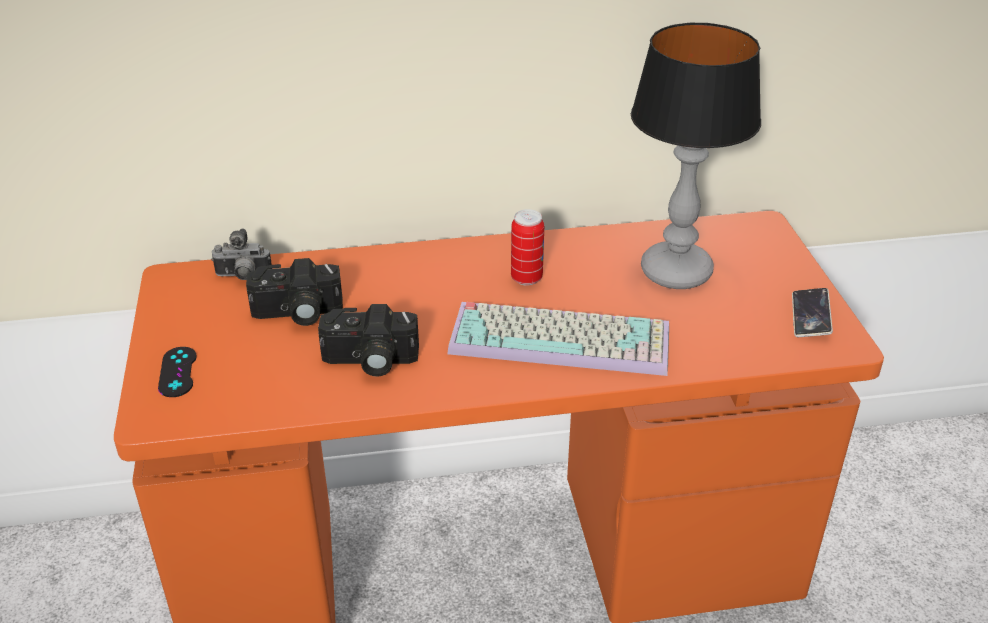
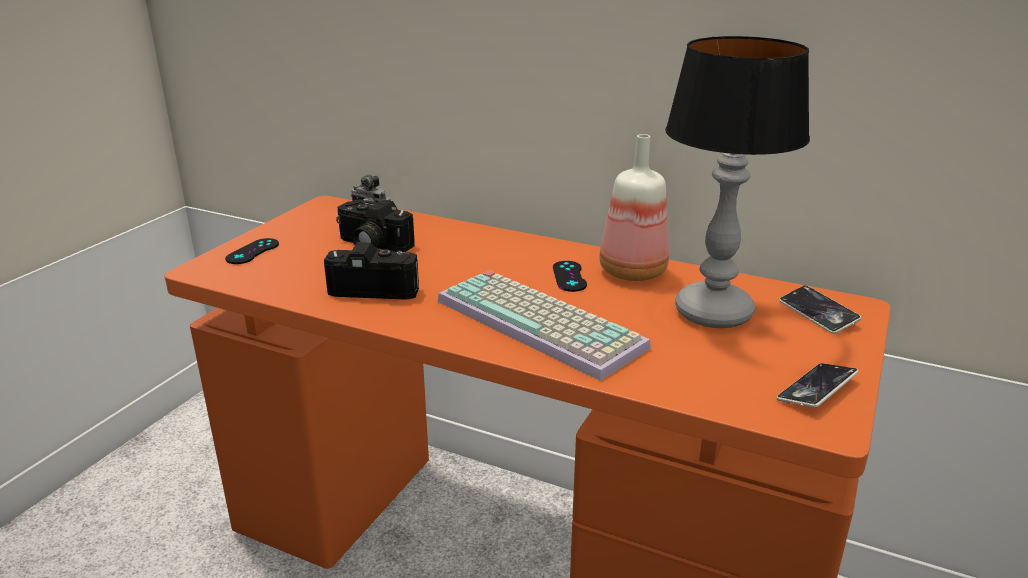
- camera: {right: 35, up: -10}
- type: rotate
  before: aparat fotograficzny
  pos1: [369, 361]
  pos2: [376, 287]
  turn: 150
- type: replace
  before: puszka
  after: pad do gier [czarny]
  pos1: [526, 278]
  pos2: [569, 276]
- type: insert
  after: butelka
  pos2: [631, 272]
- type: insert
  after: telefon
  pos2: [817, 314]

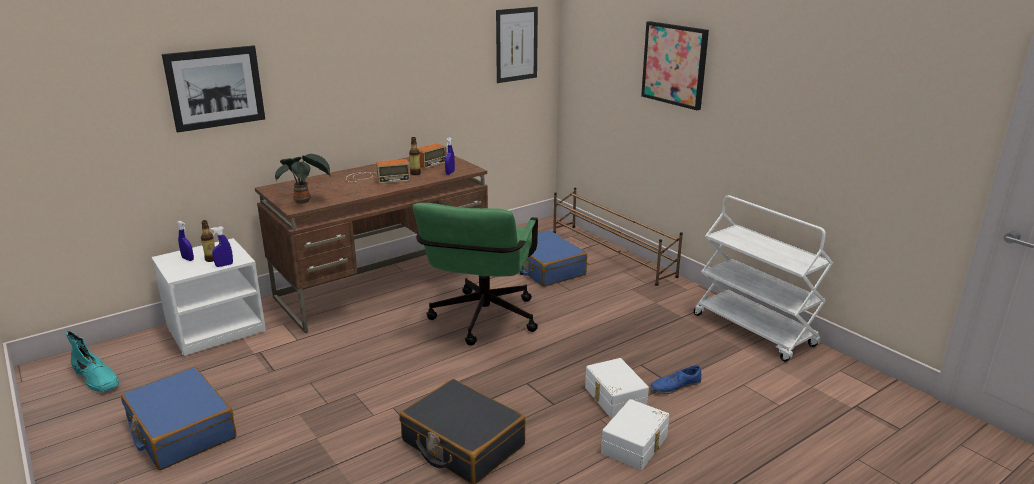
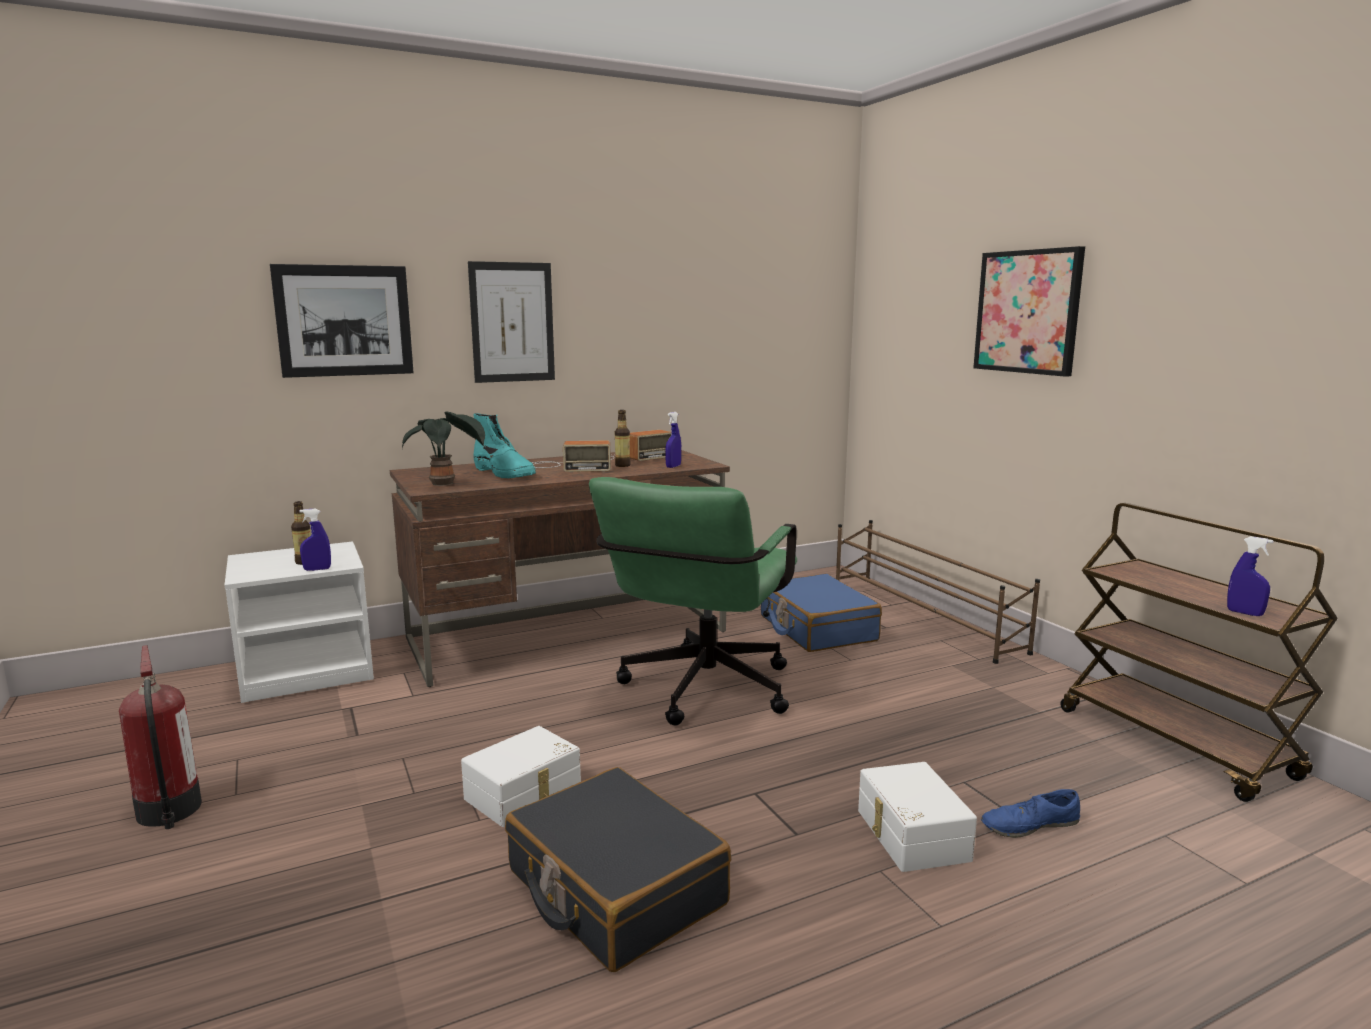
- camera: {right: 10, up: -10}
- type: move
  before: but z cholewką [turkusowy]
  pos1: [97, 379]
  pos2: [505, 473]
- type: replace
  before: walizka [niebieski]
  after: gaśnica
  pos1: [181, 430]
  pos2: [169, 811]
- type: move
  before: spryskiwacz [niebieski]
  pos1: [188, 259]
  pos2: [1244, 613]
- type: move
  before: obraz
  pos1: [516, 44]
  pos2: [512, 322]
- type: move
  before: pojemnik do przechowywania [biały]
  pos1: [636, 445]
  pos2: [525, 794]
- type: recolor
  before: wózek [biały]
  after: wózek [brązowy]
  pos1: [754, 330]
  pos2: [1176, 744]

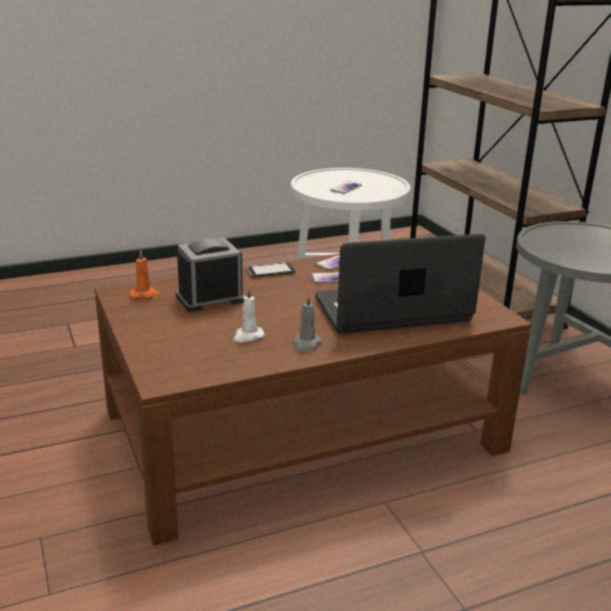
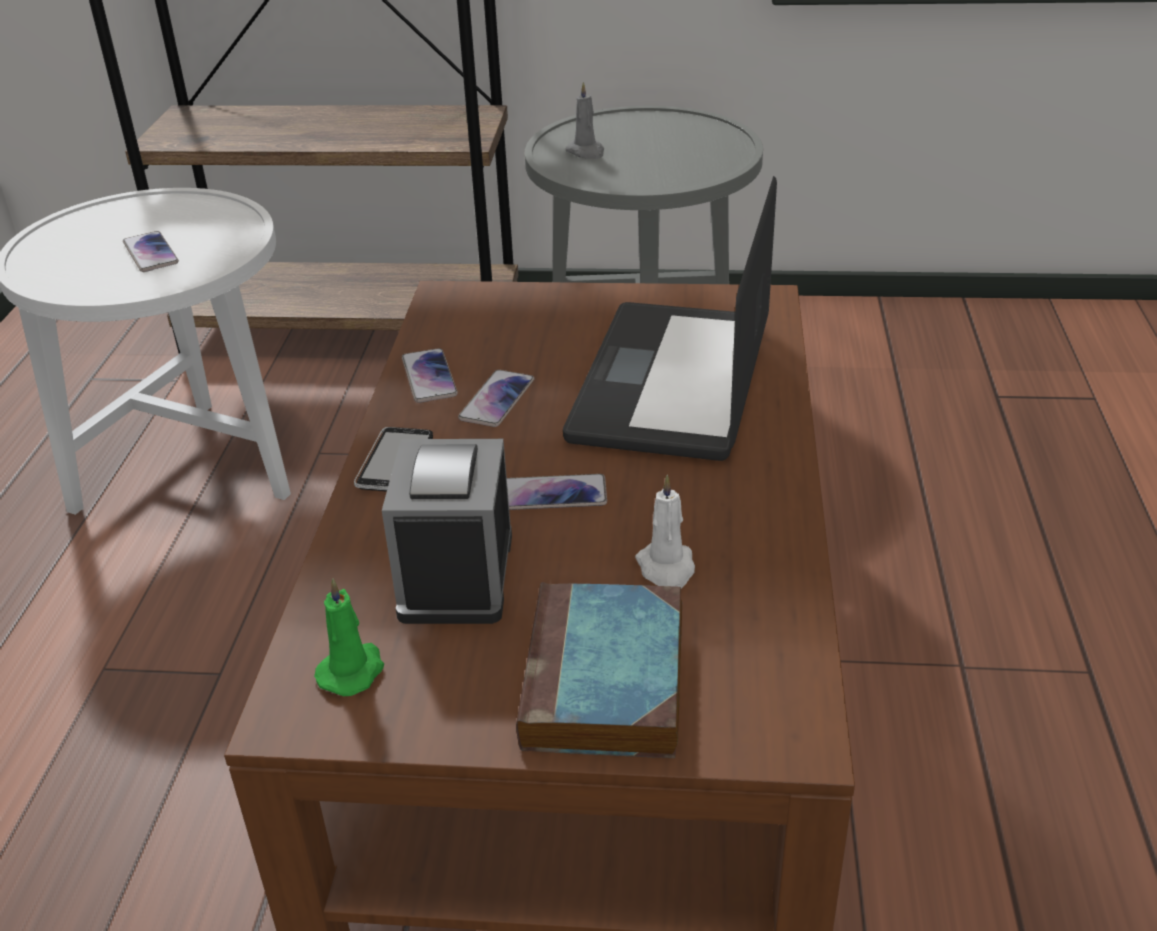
- camera: {right: -60, up: 10}
- type: recolor
  before: świeca [pomarańczowy]
  after: świeca [zielony]
  pos1: [145, 294]
  pos2: [353, 670]
- type: move
  before: świeca [szary]
  pos1: [306, 344]
  pos2: [586, 152]
- type: insert
  after: telefon
  pos2: [553, 494]
- type: insert
  after: książka
  pos2: [606, 683]

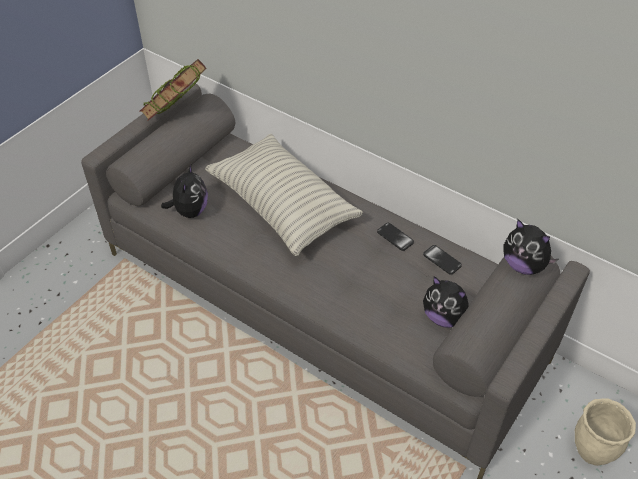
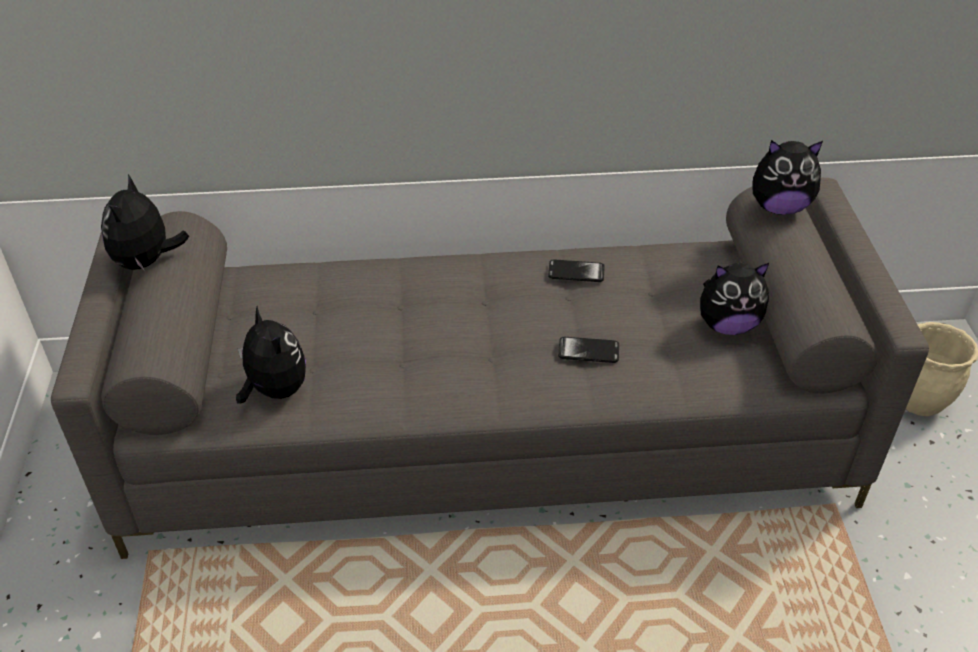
- camera: {right: -40, up: -5}
- type: replace
  before: książka
  after: pluszak
  pos1: [177, 114]
  pos2: [147, 262]
- type: delete
  before: poduszka
  pos1: [282, 206]
- type: move
  before: telefon
  pos1: [442, 260]
  pos2: [588, 351]

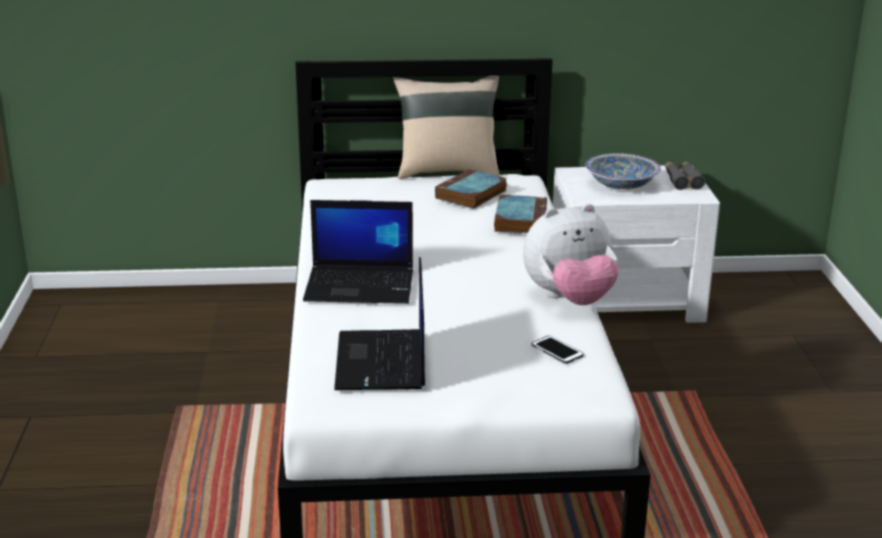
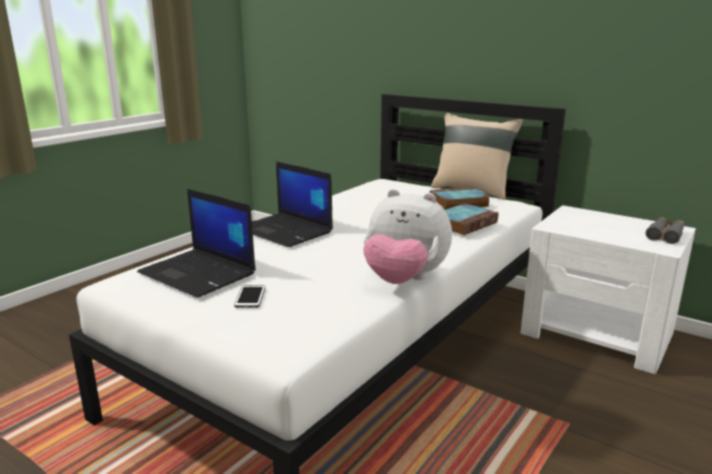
- camera: {right: 40, up: -5}
- type: rotate
  before: laptop
  pos1: [382, 362]
  pos2: [199, 273]
  turn: -90
- type: move
  before: telefon
  pos1: [557, 351]
  pos2: [250, 297]
- type: delete
  before: miska
  pos1: [621, 185]

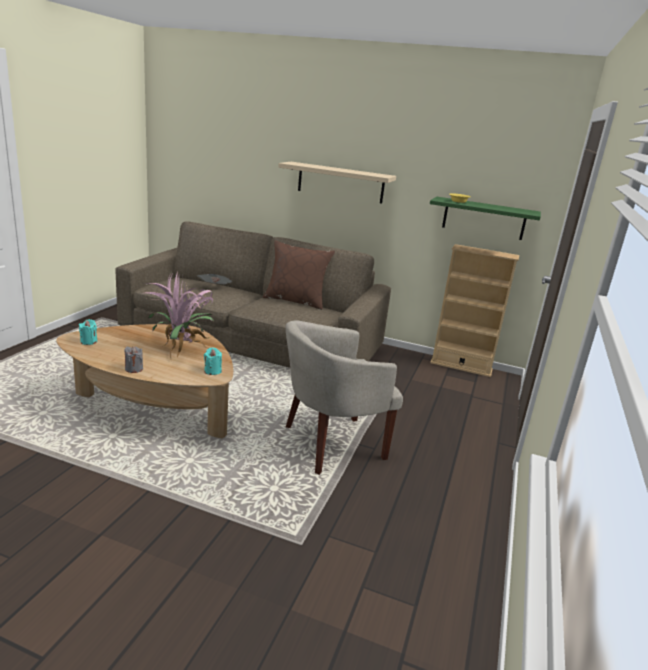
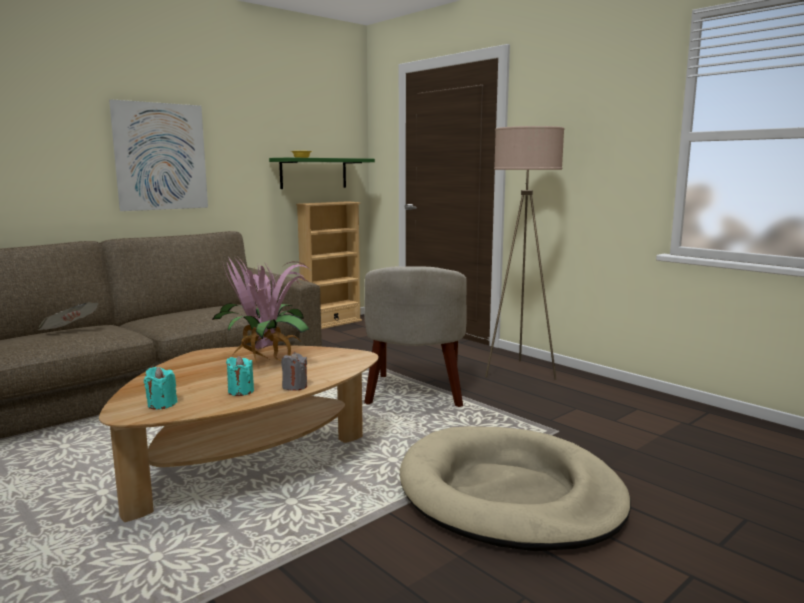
- camera: {right: -60, up: -10}
- type: move
  before: świeca [turkusowy]
  pos1: [212, 371]
  pos2: [241, 391]
- type: delete
  before: poduszka [brązowy]
  pos1: [296, 301]
- type: replace
  before: półka [beżowy]
  after: obraz
  pos1: [340, 182]
  pos2: [161, 156]
- type: insert
  after: legowisko [beżowy]
  pos2: [509, 494]
- type: insert
  after: lampa stojąca [beżowy]
  pos2: [519, 372]

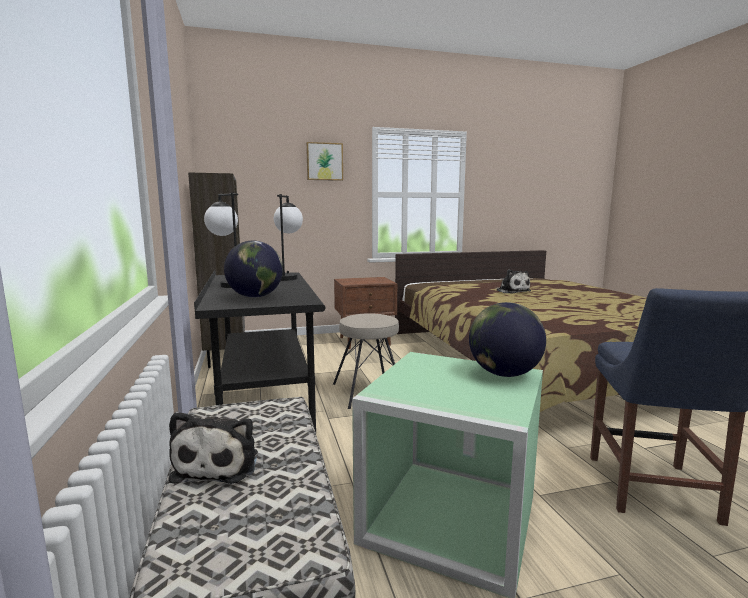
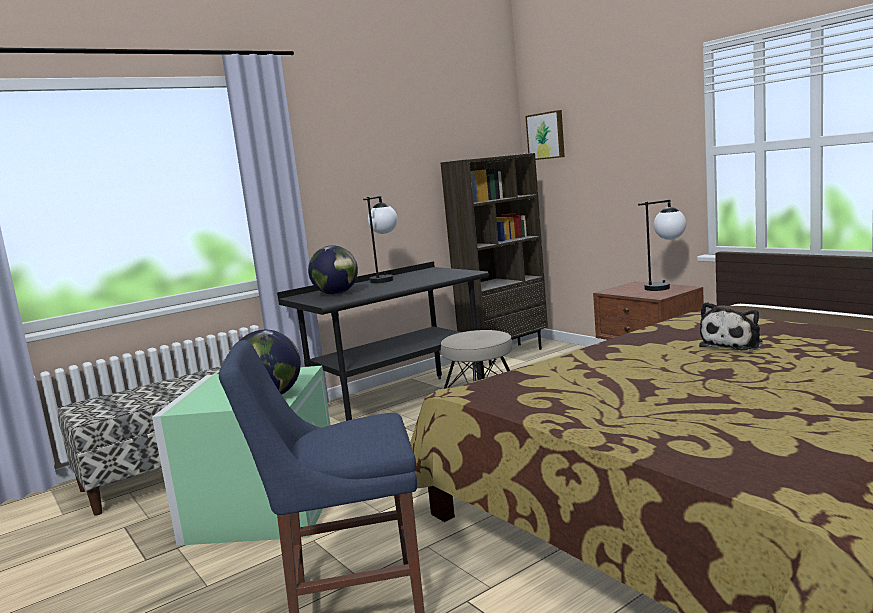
- camera: {right: 70, up: 0}
- type: delete
  before: pluszak
  pos1: [219, 464]
- type: move
  before: lampa stołowa
  pos1: [288, 277]
  pos2: [666, 287]
- type: move
  before: obraz
  pos1: [324, 161]
  pos2: [546, 135]

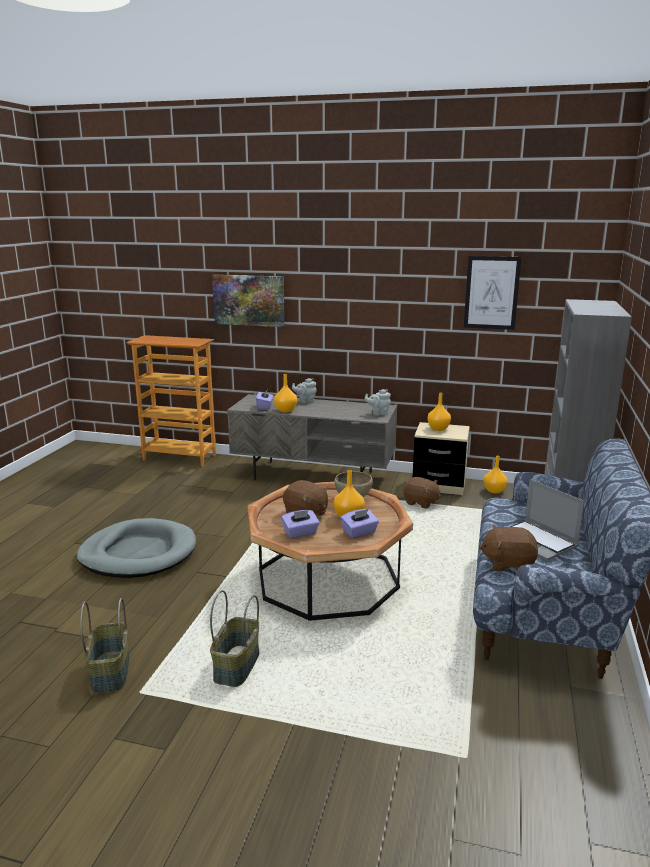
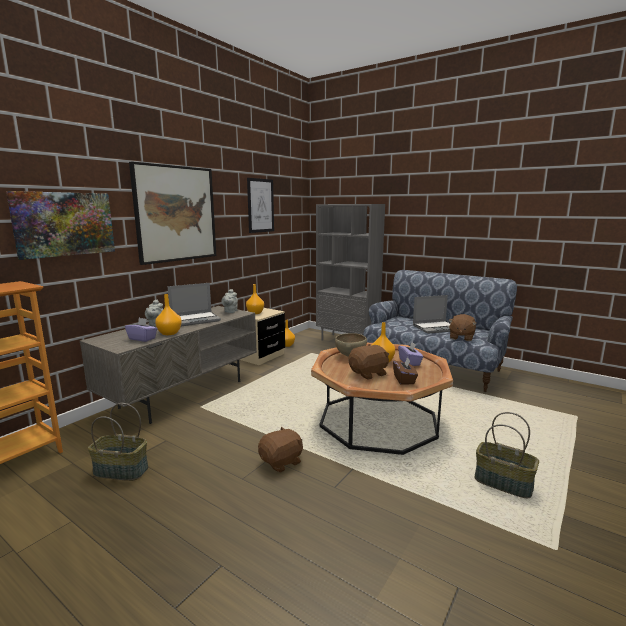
- camera: {right: -70, up: -5}
- type: delete
  before: legowisko [szary]
  pos1: [138, 553]
- type: move
  before: koszyk
  pos1: [109, 671]
  pos2: [120, 471]
- type: recolor
  before: pudełko chusteczek [fioletowy]
  after: pudełko chusteczek [brązowy]
  pos1: [300, 533]
  pos2: [404, 380]
- type: move
  before: pluszak [brązowy]
  pos1: [421, 503]
  pos2: [281, 462]
- type: insert
  after: obraz
  pos2: [176, 214]
- type: insert
  after: laptop
  pos2: [195, 320]

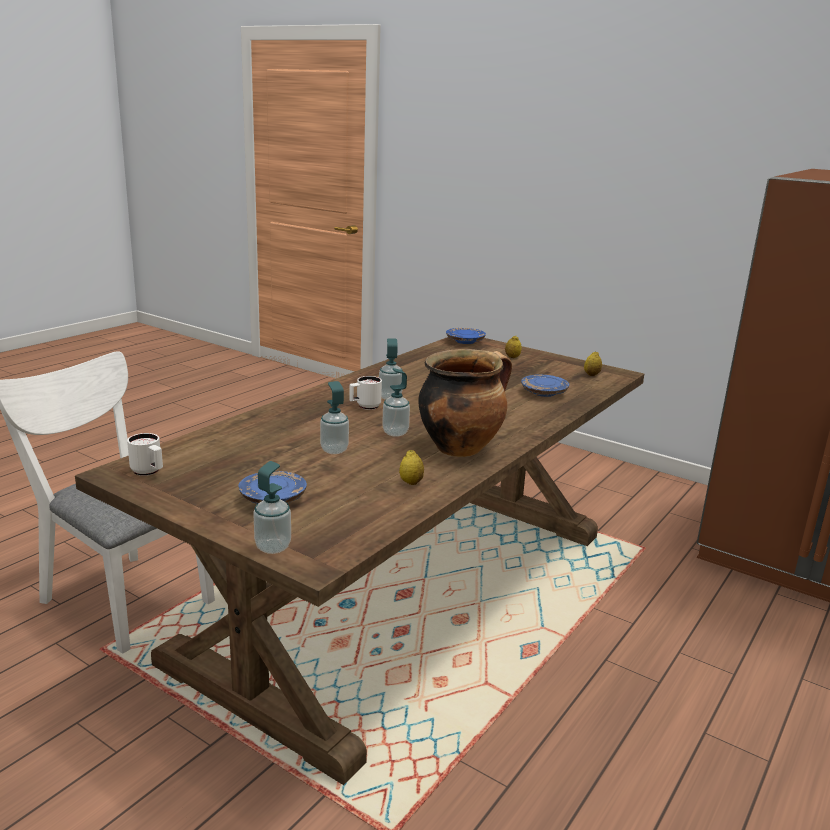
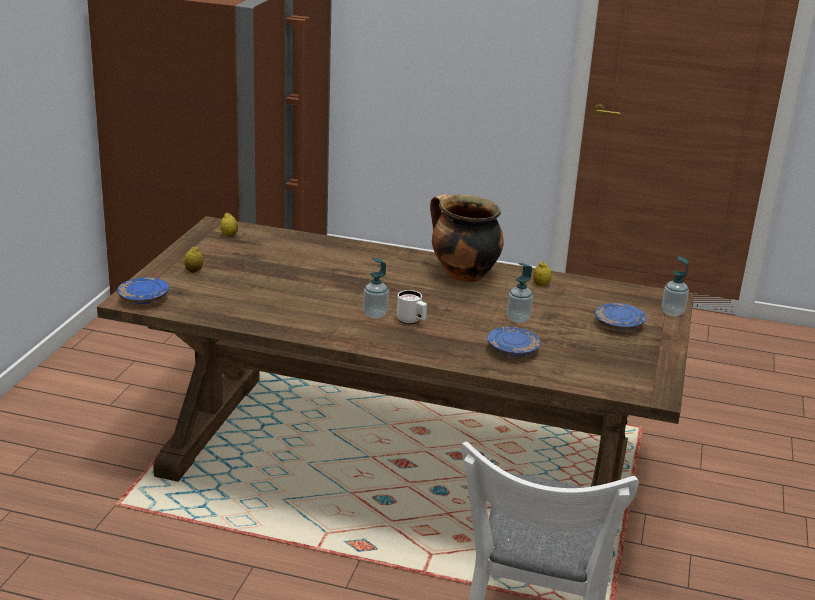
- camera: {right: -110, up: 5}
- type: delete
  before: kubek [biały]
  pos1: [149, 472]
- type: delete
  before: dozownik mydła
  pos1: [395, 432]
- type: move
  before: talerz [niebieski]
  pos1: [544, 393]
  pos2: [512, 350]

